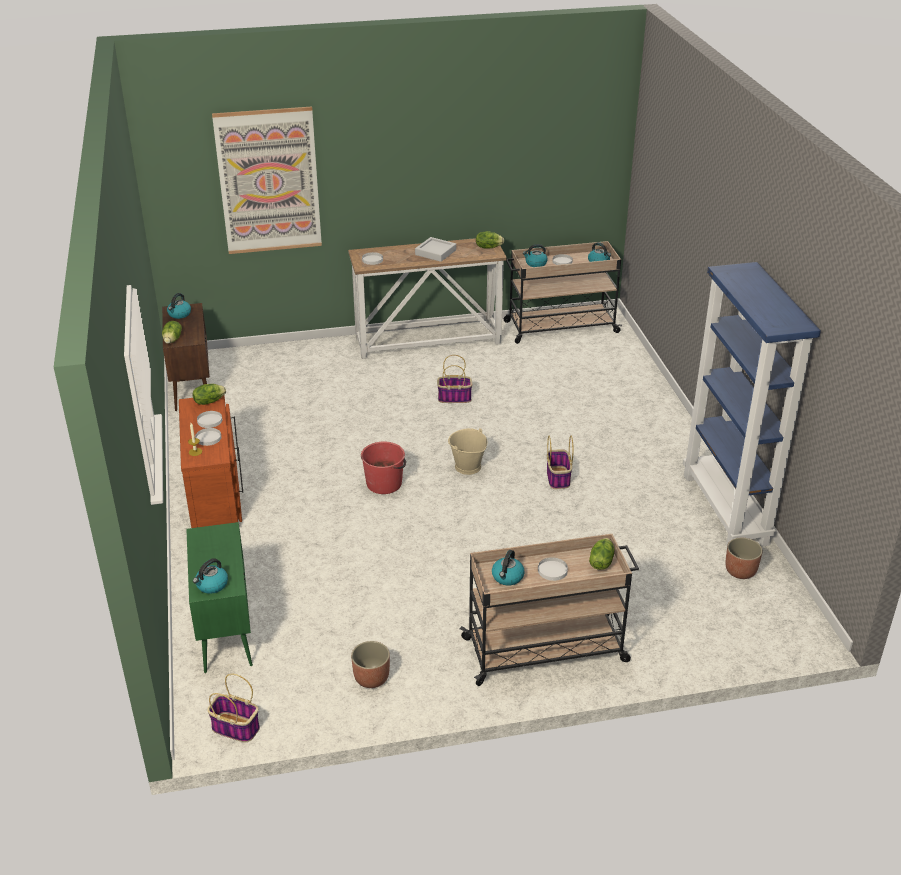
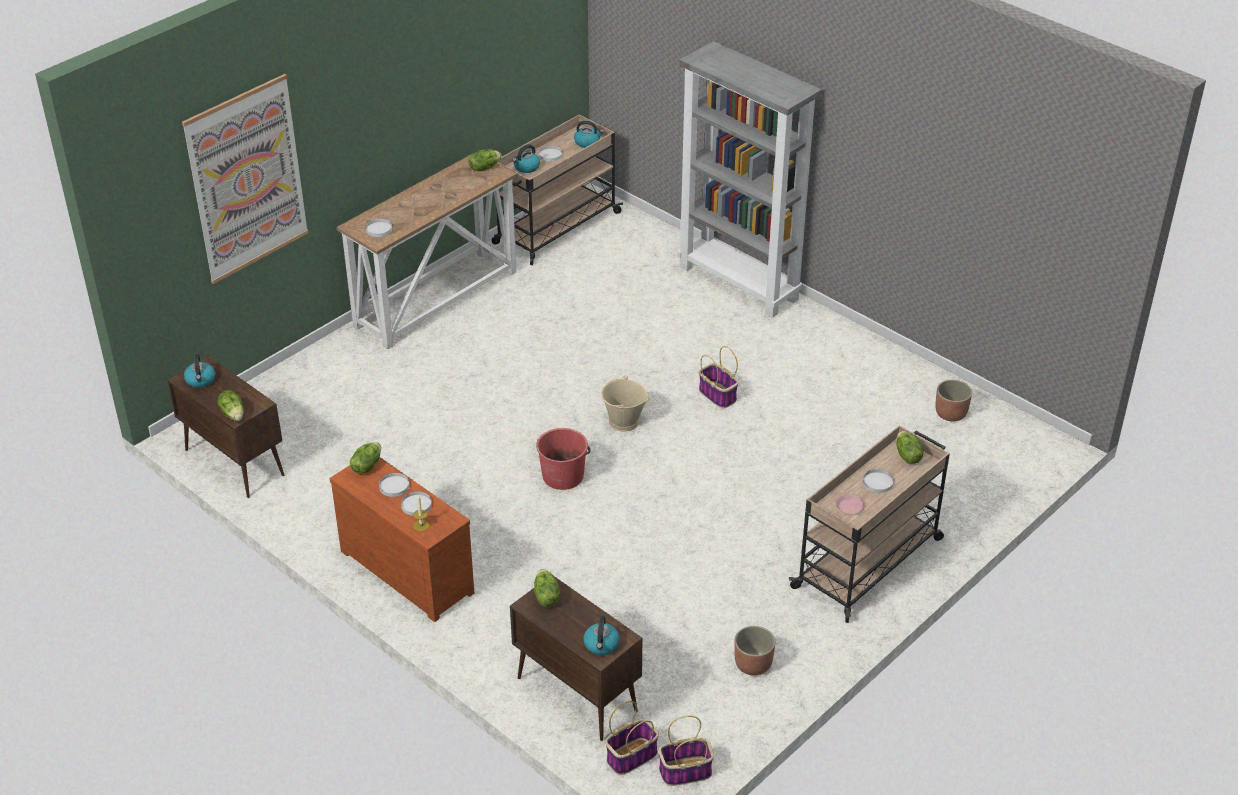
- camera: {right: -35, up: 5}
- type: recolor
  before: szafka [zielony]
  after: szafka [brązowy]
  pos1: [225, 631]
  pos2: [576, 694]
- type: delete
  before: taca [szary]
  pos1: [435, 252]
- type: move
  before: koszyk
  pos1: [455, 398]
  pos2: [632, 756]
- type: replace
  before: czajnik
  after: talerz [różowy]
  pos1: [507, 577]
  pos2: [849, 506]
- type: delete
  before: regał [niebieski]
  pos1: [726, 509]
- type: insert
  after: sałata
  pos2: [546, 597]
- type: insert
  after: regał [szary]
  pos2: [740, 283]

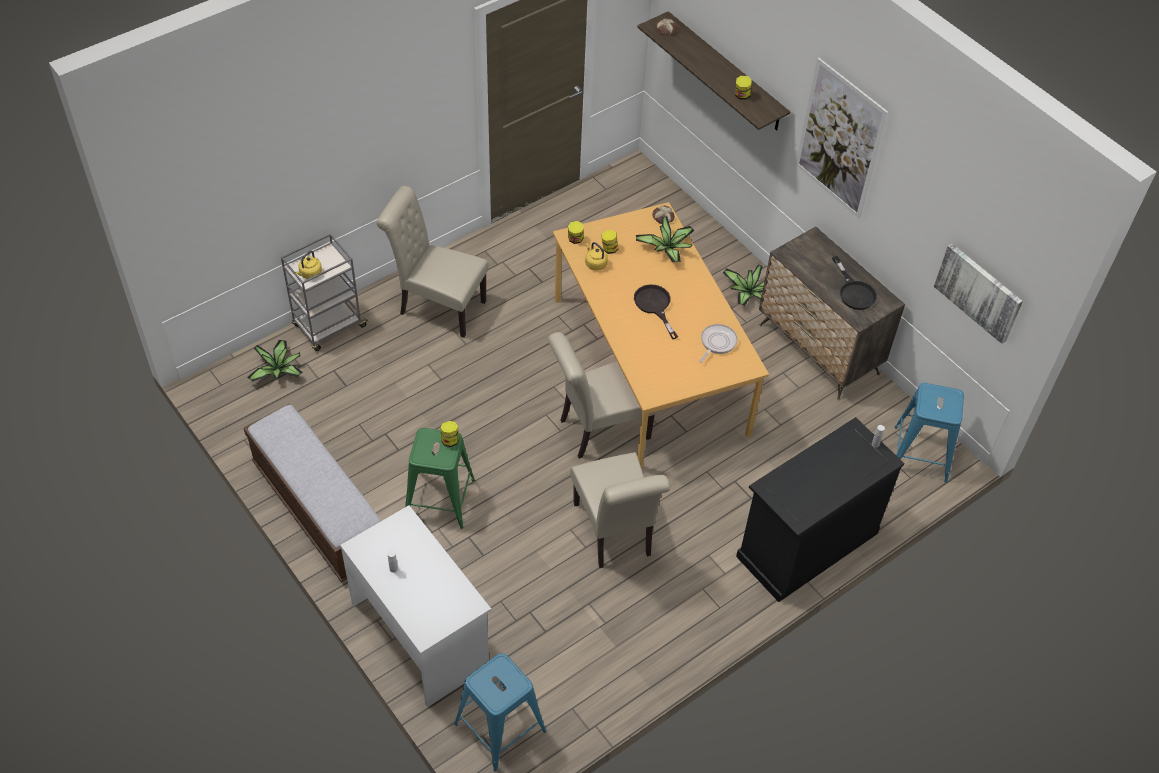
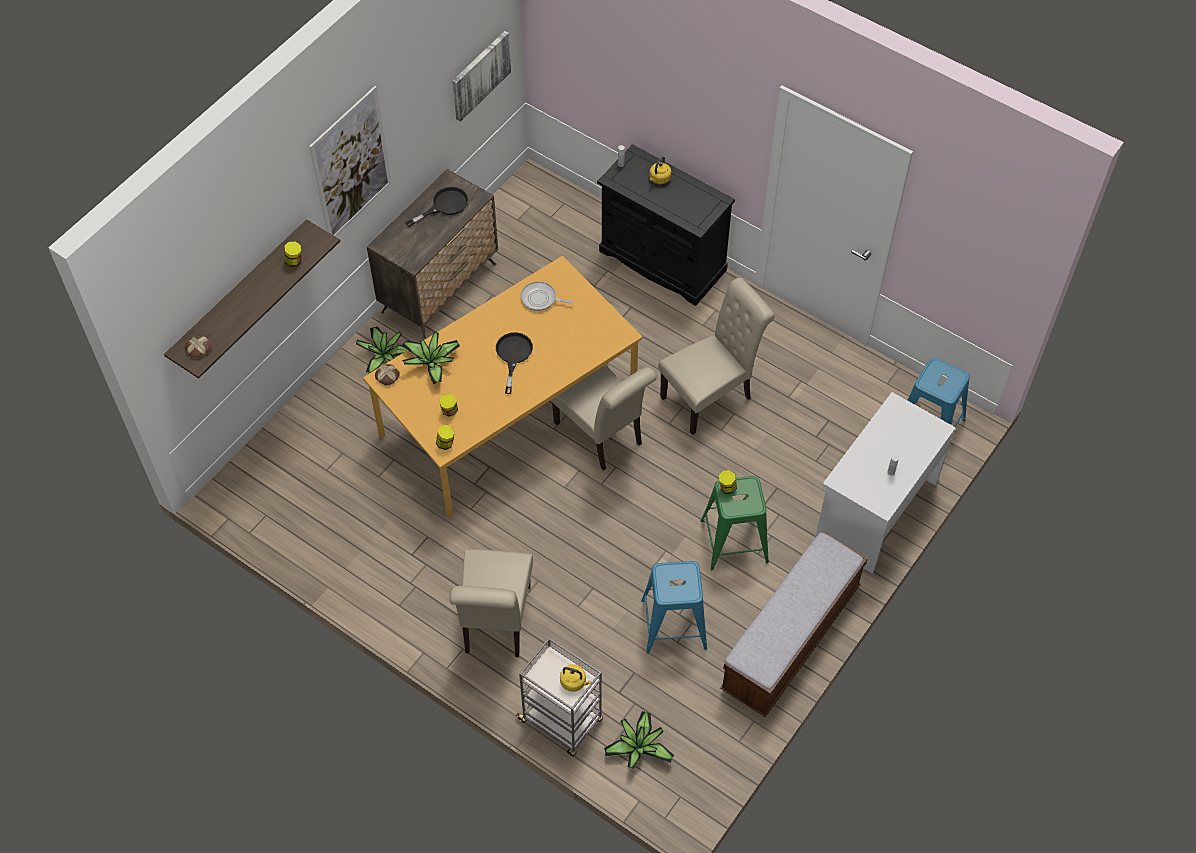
- camera: {right: -105, up: 5}
- type: move
  before: czajnik [żółty]
  pos1: [595, 263]
  pos2: [659, 179]
- type: rotate
  before: patelnia [czarny]
  pos1: [654, 306]
  pos2: [513, 356]
  turn: 135
- type: move
  before: stołek [niebieski]
  pos1: [920, 453]
  pos2: [673, 624]

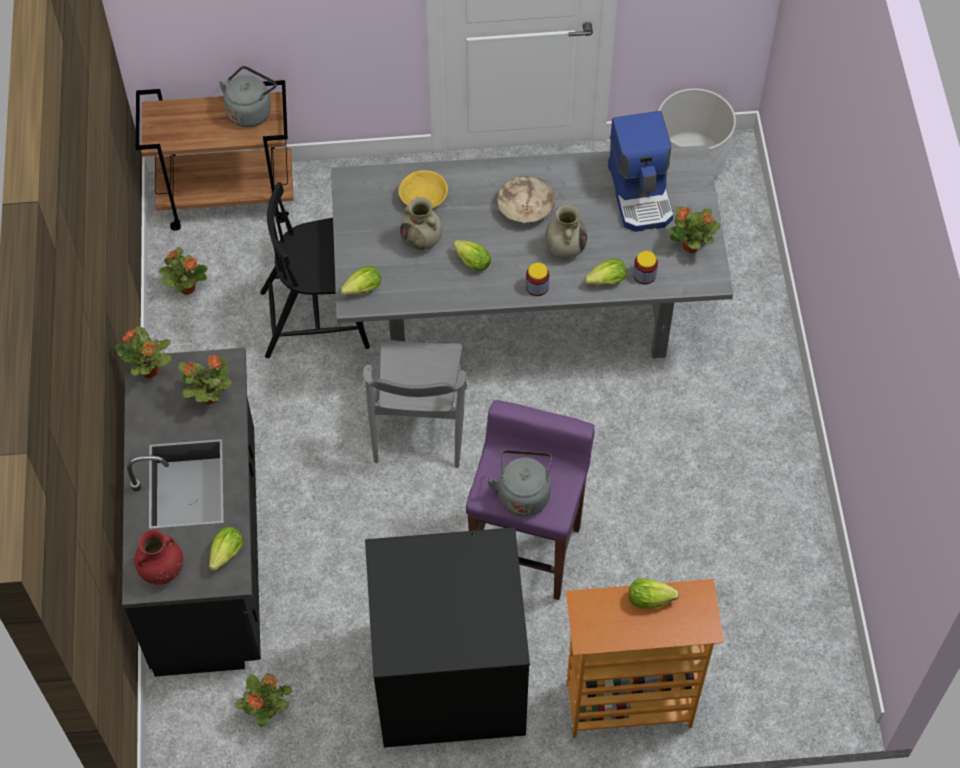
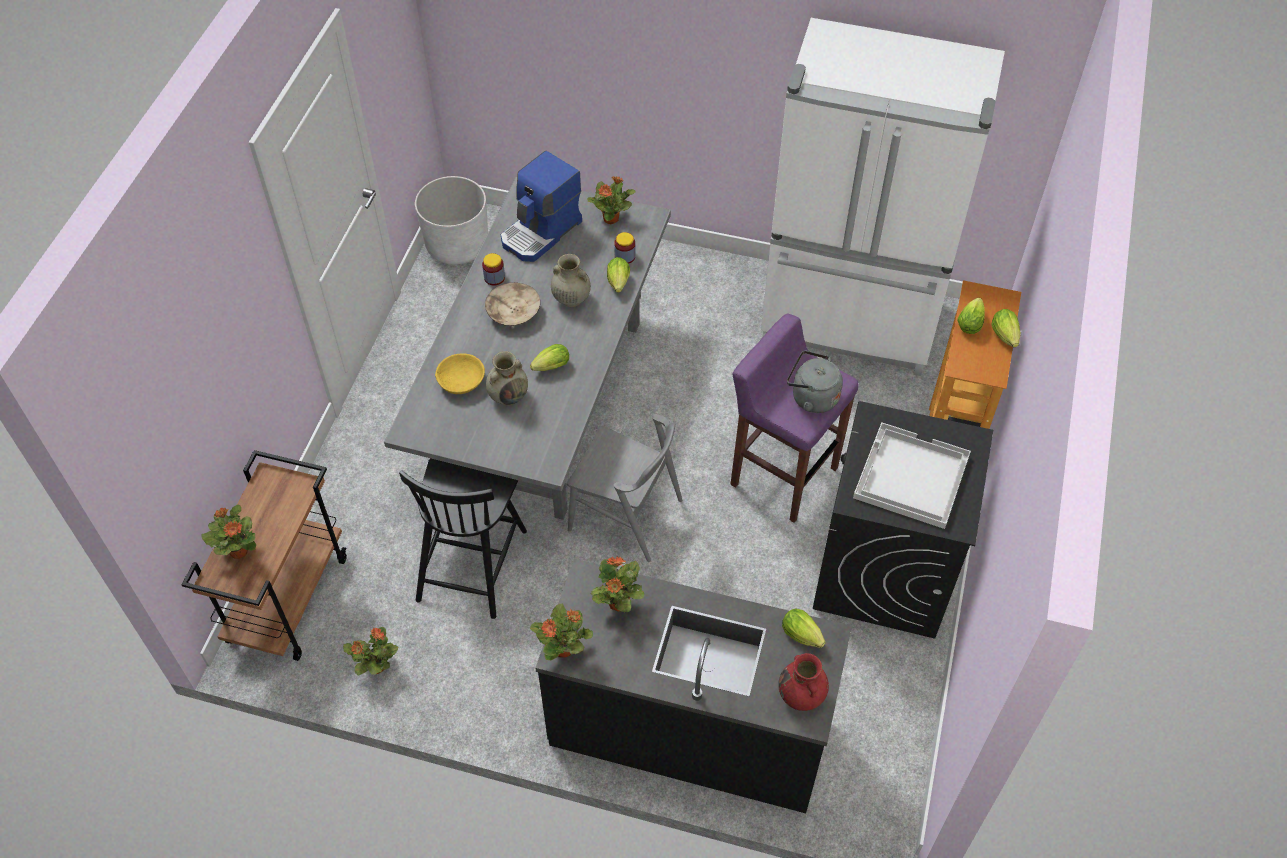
- camera: {right: -70, up: -5}
- type: delete
  before: czajnik [szary]
  pos1: [250, 111]
- type: move
  before: roślina doniczkowa
  pos1: [267, 710]
  pos2: [238, 550]
- type: move
  before: sałata
  pos1: [361, 290]
  pos2: [1005, 337]
- type: move
  before: słoik
  pos1: [537, 287]
  pos2: [494, 277]
- type: rotate
  before: ekspres do kawy
  pos1: [641, 194]
  pos2: [541, 232]
  turn: 120
- type: insert
  after: lodówka [biały]
  pos2: [850, 323]
- type: insert
  after: taca [biały]
  pos2: [910, 477]

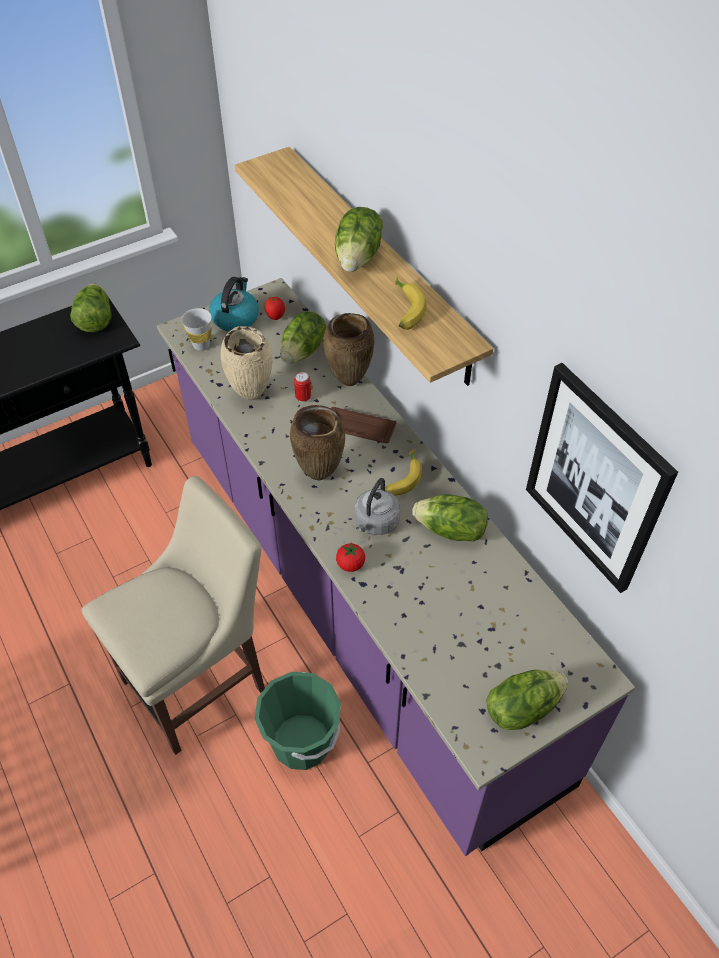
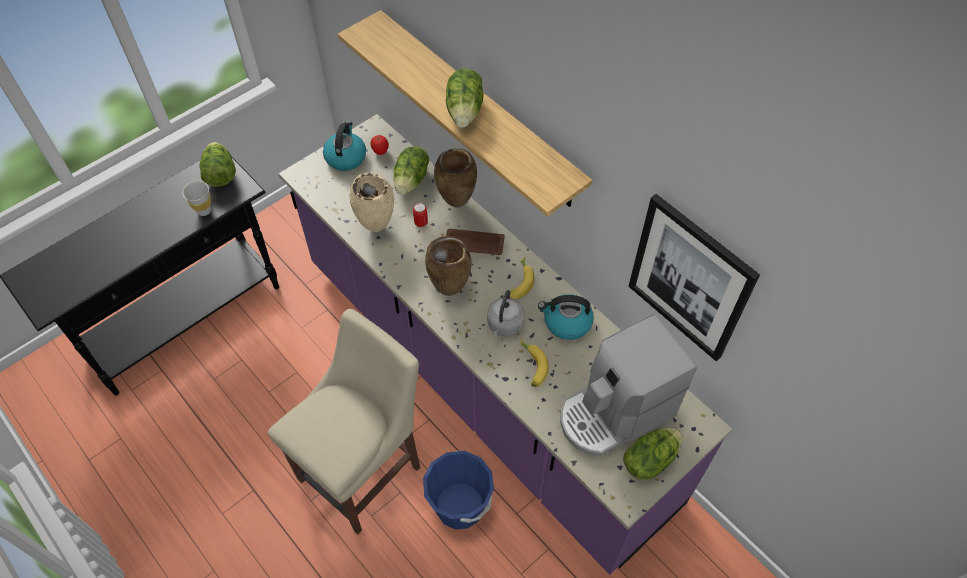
- camera: {right: -10, up: 5}
- type: move
  before: filiżanka [biały]
  pos1: [201, 345]
  pos2: [204, 210]
- type: recolor
  before: wiadro [zielony]
  after: wiadro [niebieski]
  pos1: [302, 742]
  pos2: [460, 506]
- type: delete
  before: pomidor
  pos1: [350, 564]
- type: move
  before: banan
  pos1: [404, 310]
  pos2: [531, 366]
- type: replace
  before: sałata
  after: czajnik
  pos1: [450, 531]
  pos2: [566, 322]
- type: insert
  after: ekspres do kawy
  pos2: [615, 413]

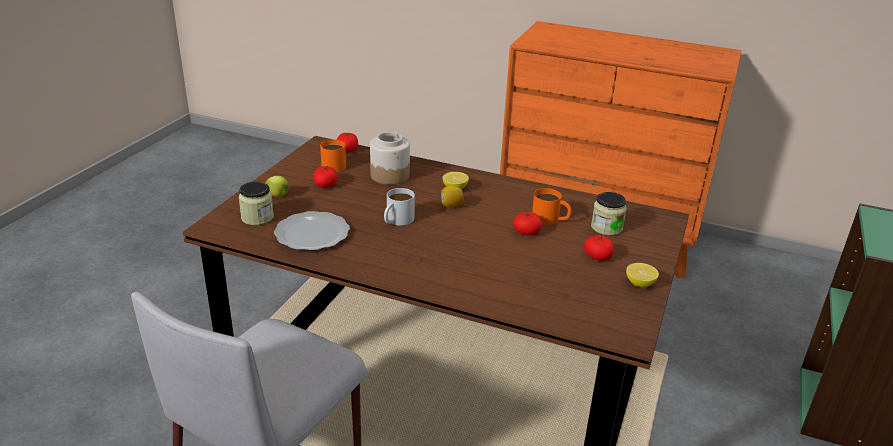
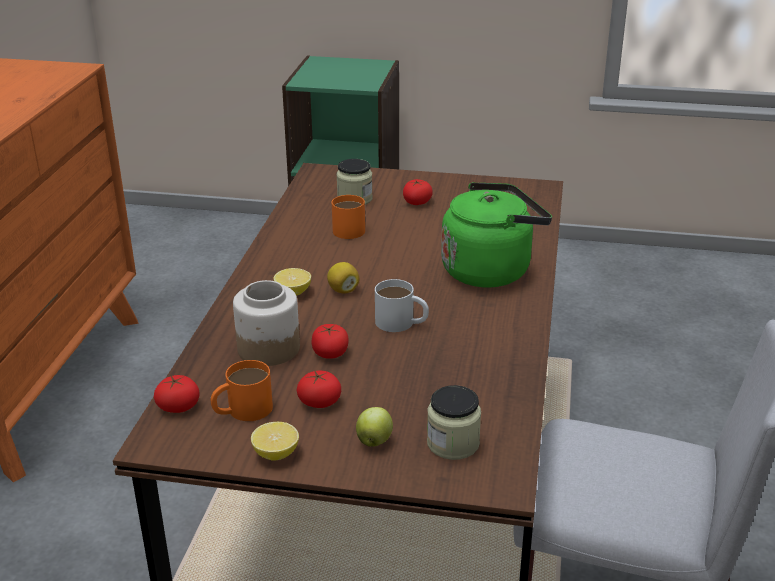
- camera: {right: -100, up: 0}
- type: delete
  before: talerz
  pos1: [312, 234]
- type: move
  before: pomidor
  pos1: [526, 232]
  pos2: [330, 353]
- type: move
  before: cytryna
  pos1: [640, 284]
  pos2: [276, 454]
- type: insert
  after: czajnik [zielony]
  pos2: [490, 270]

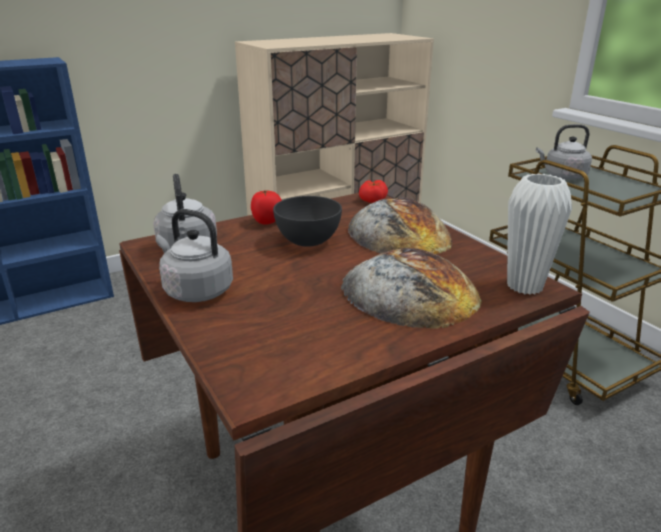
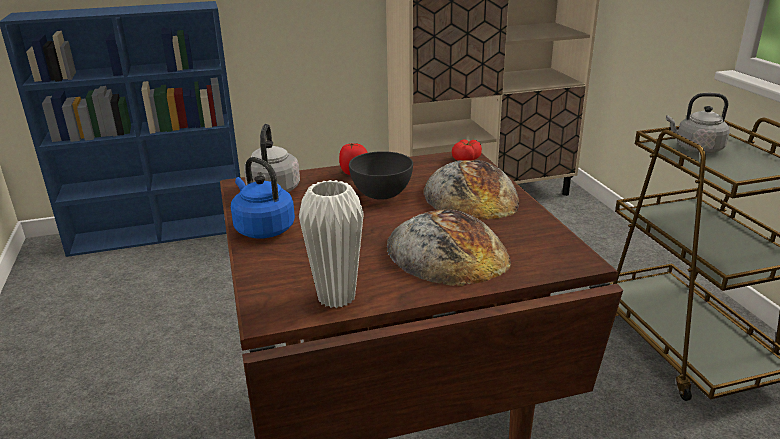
- camera: {right: 15, up: 0}
- type: recolor
  before: czajnik [szary]
  after: czajnik [niebieski]
  pos1: [195, 290]
  pos2: [262, 228]
- type: move
  before: wazon [biały]
  pos1: [524, 286]
  pos2: [336, 297]

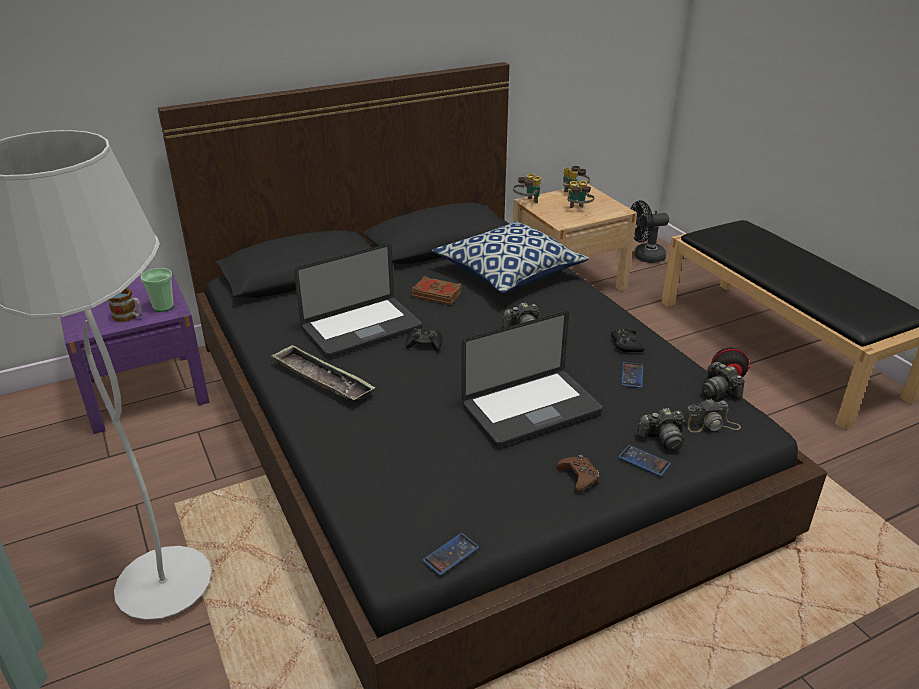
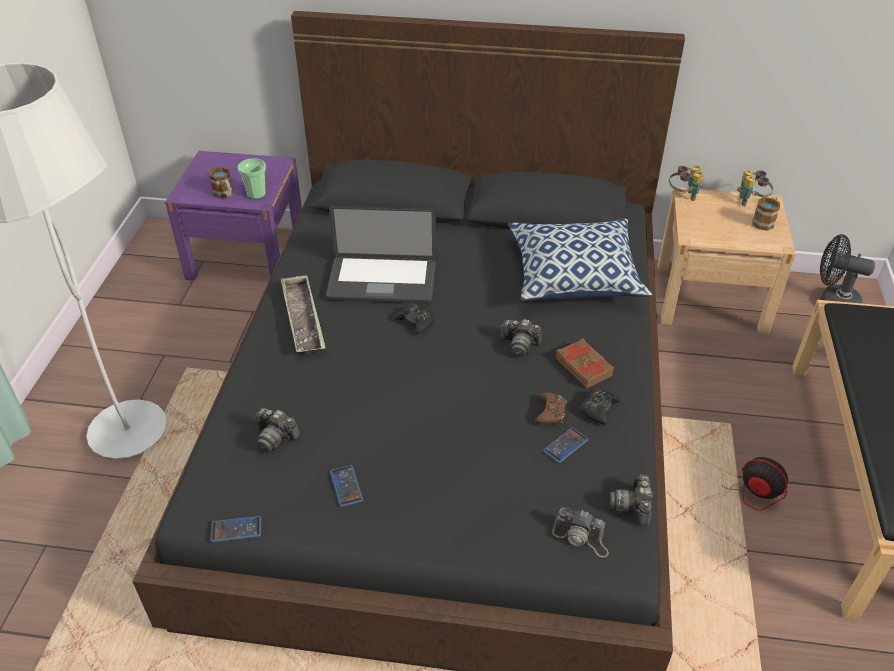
- camera: {right: 35, up: 10}
- type: move
  before: książka [brązowy]
  pos1: [437, 294]
  pos2: [584, 367]
- type: delete
  before: laptop
  pos1: [531, 409]
- type: move
  before: pad do gier [brązowy]
  pos1: [578, 477]
  pos2: [550, 413]
- type: delete
  before: lornetka
  pos1: [578, 210]
- type: move
  before: telefon
  pos1: [644, 461]
  pos2: [346, 486]
- type: move
  before: aparat fotograficzny
  pos1: [662, 439]
  pos2: [275, 437]
- type: insert
  after: kubek
  pos2: [764, 221]

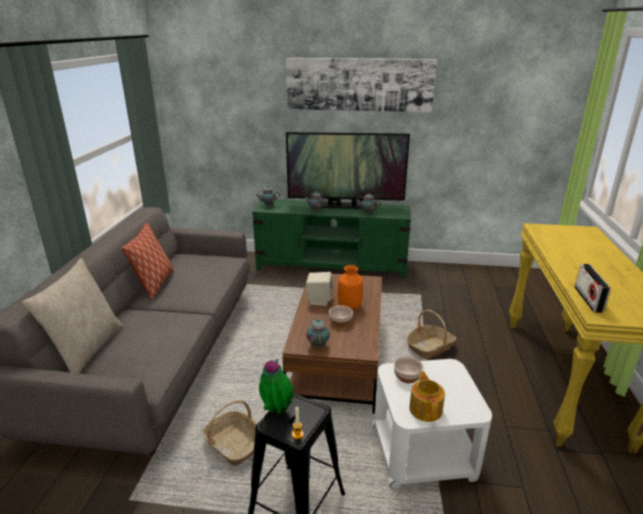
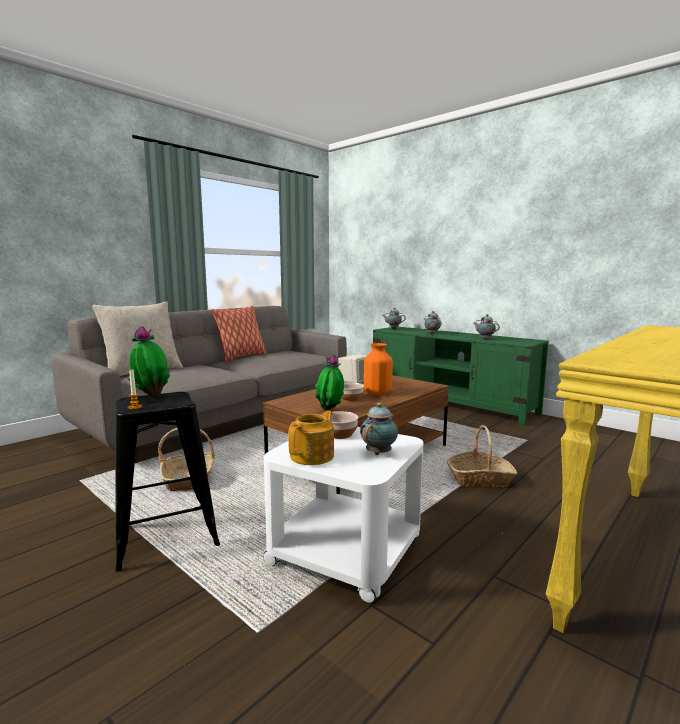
- camera: {right: 35, up: -15}
- type: delete
  before: obraz
  pos1: [359, 84]
- type: delete
  before: telewizor
  pos1: [345, 206]
- type: move
  before: imbryk
  pos1: [318, 345]
  pos2: [379, 452]
- type: delete
  before: radio
  pos1: [588, 299]
- type: insert
  after: roślina doniczkowa
  pos2: [330, 410]

